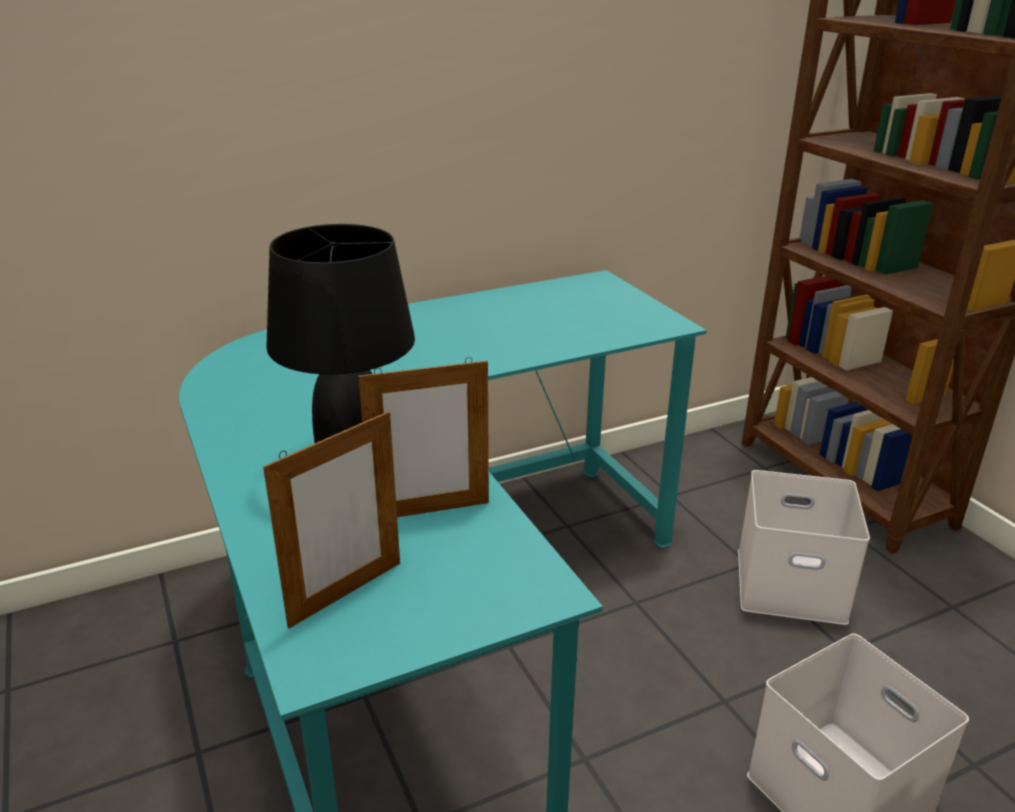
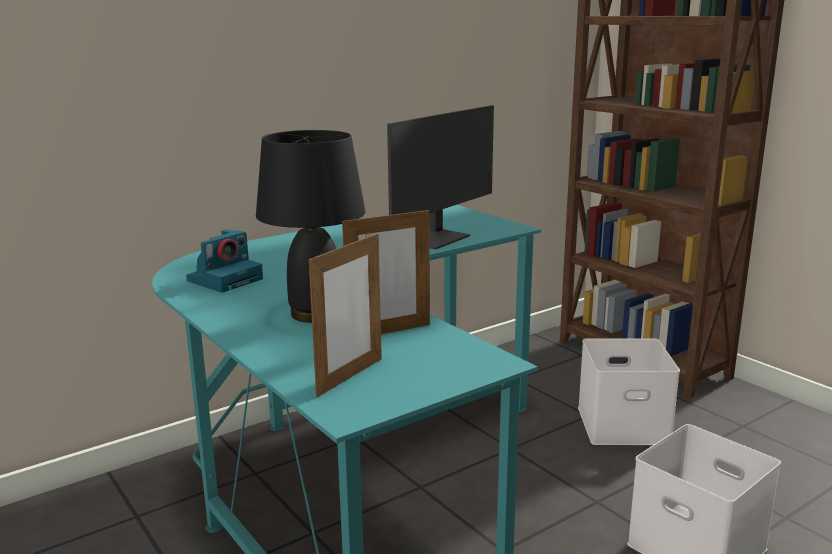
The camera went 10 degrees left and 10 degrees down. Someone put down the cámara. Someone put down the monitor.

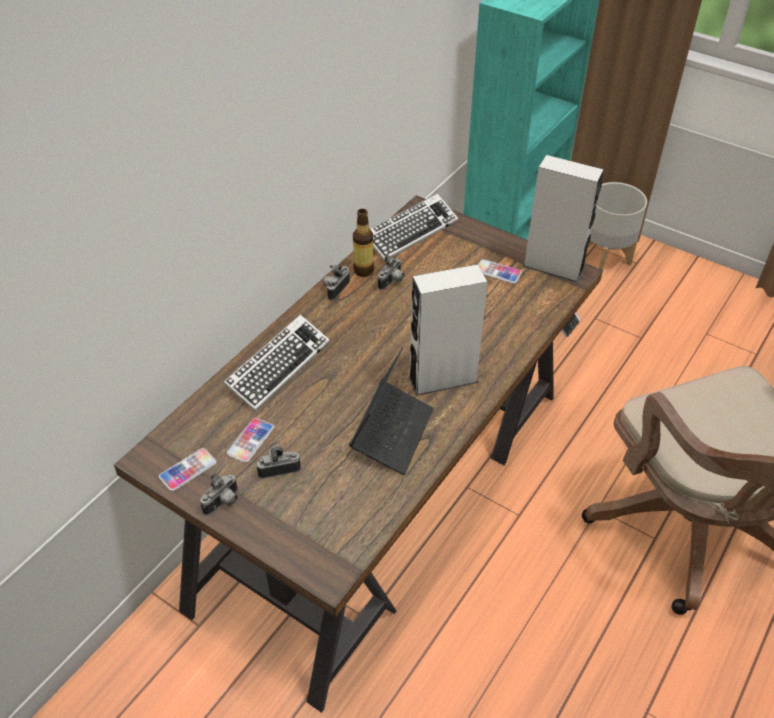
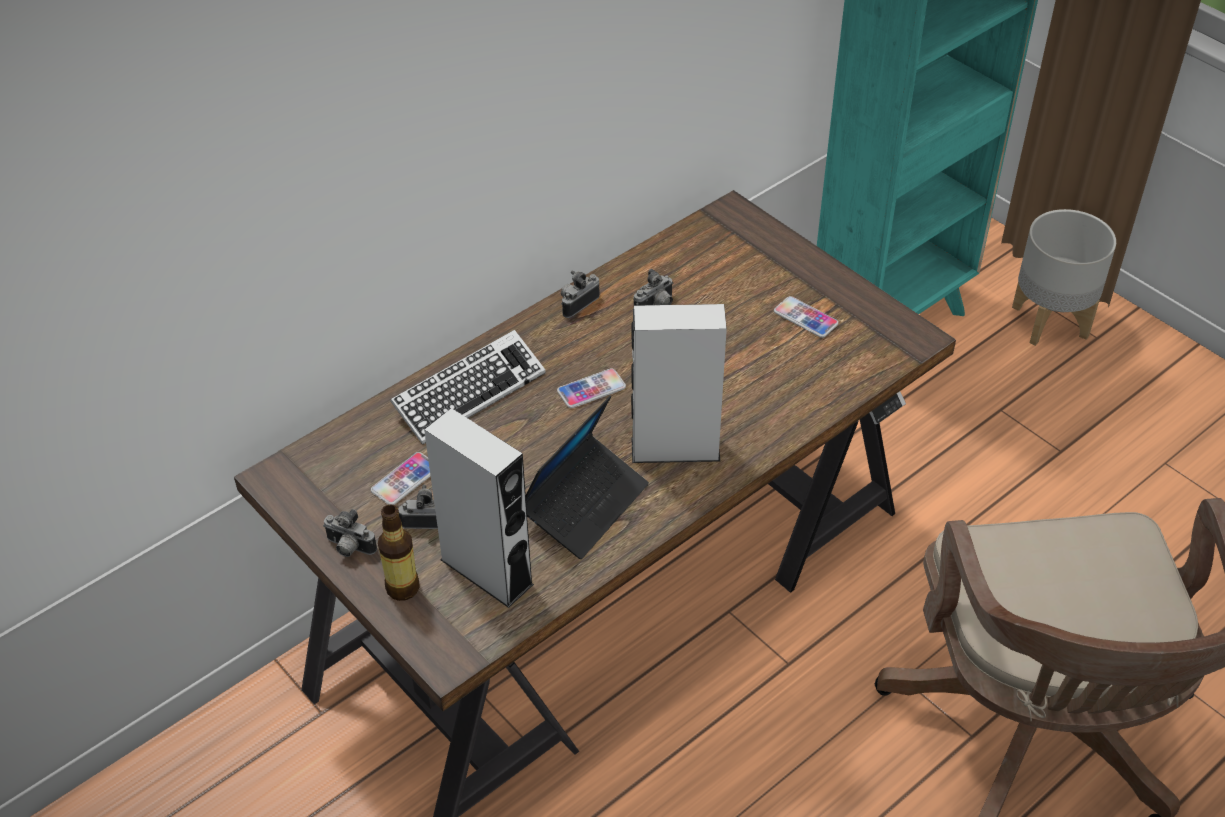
The camera went 15 degrees right and 0 degrees up. Someone carried the móvil (1st from left in the first image). Someone rotated the cámara (1st from left) by 60 degrees clockwise. Someone carried the botella. Someone took away the teclado (2nd from left). Someone carried the altavoz [gris] (2nd from left in the first image).

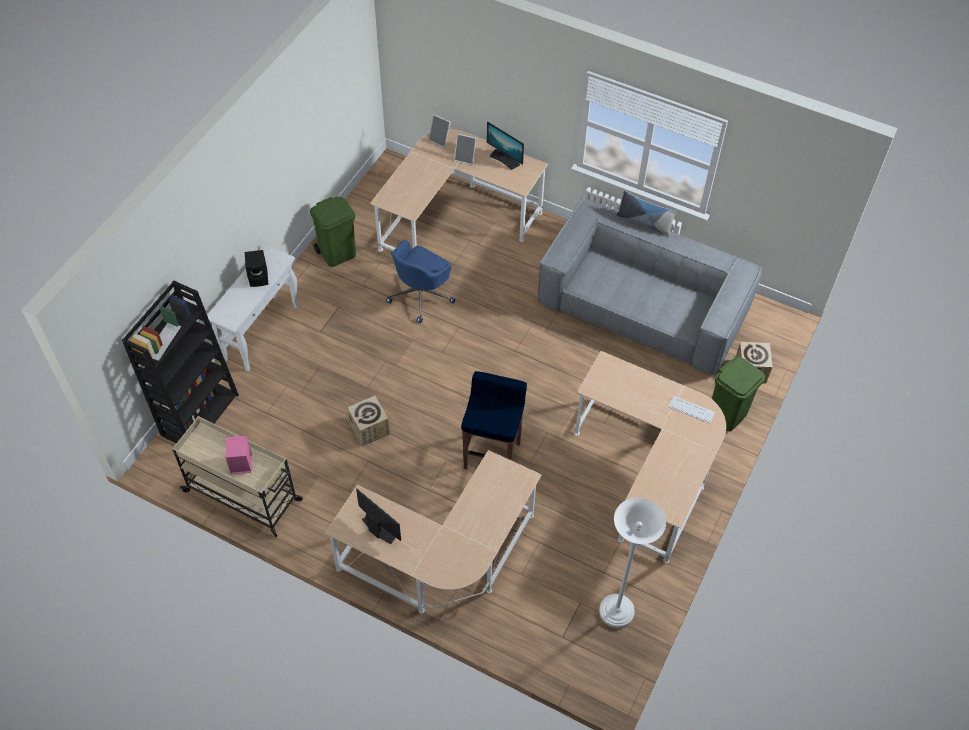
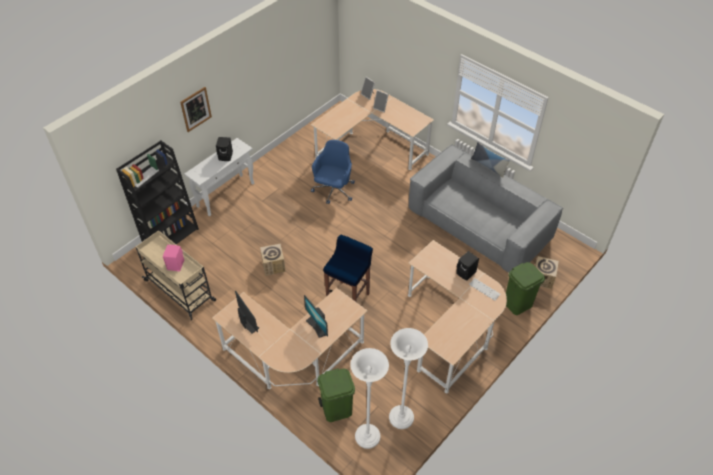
The camera went 15 degrees right and 5 degrees down. Someone carried the papelera [verde] (1st from left). Someone rotated the silla de oficina [azul] by 150 degrees clockwise. Someone carried the monitor (2nd from left). Someone put up the cuadro. Someone put down the lámpara de pie [blanco] (1st from left). Someone put down the altavoz [negro] (2nd from left).

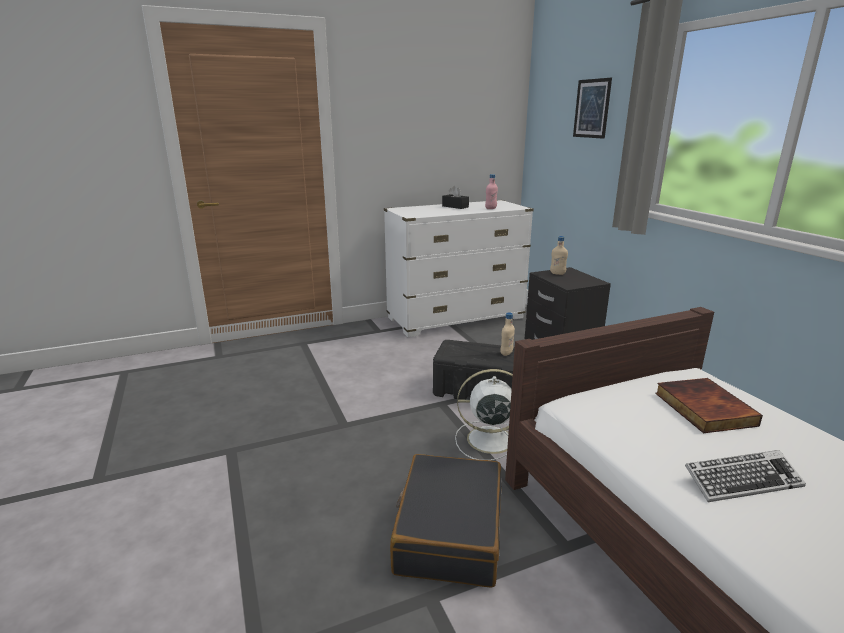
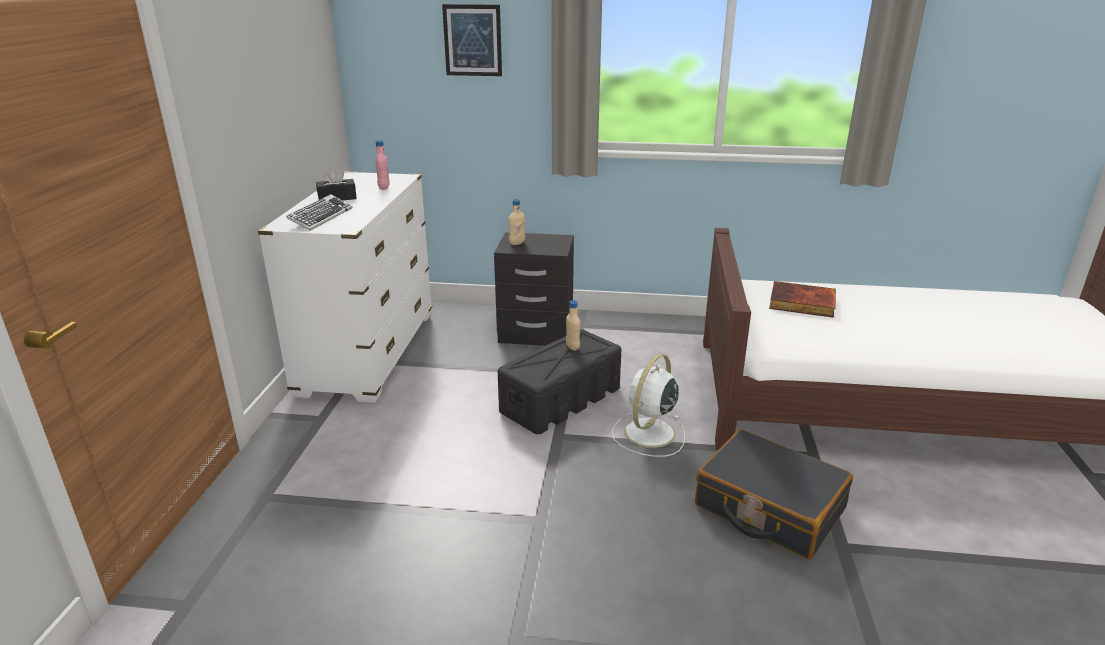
The camera went 60 degrees left and 5 degrees up. Someone carried the teclado.

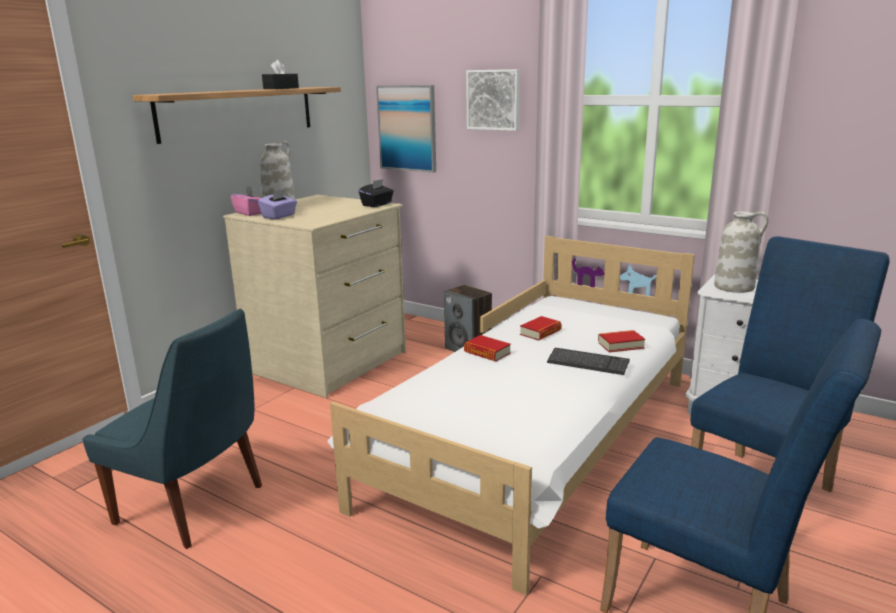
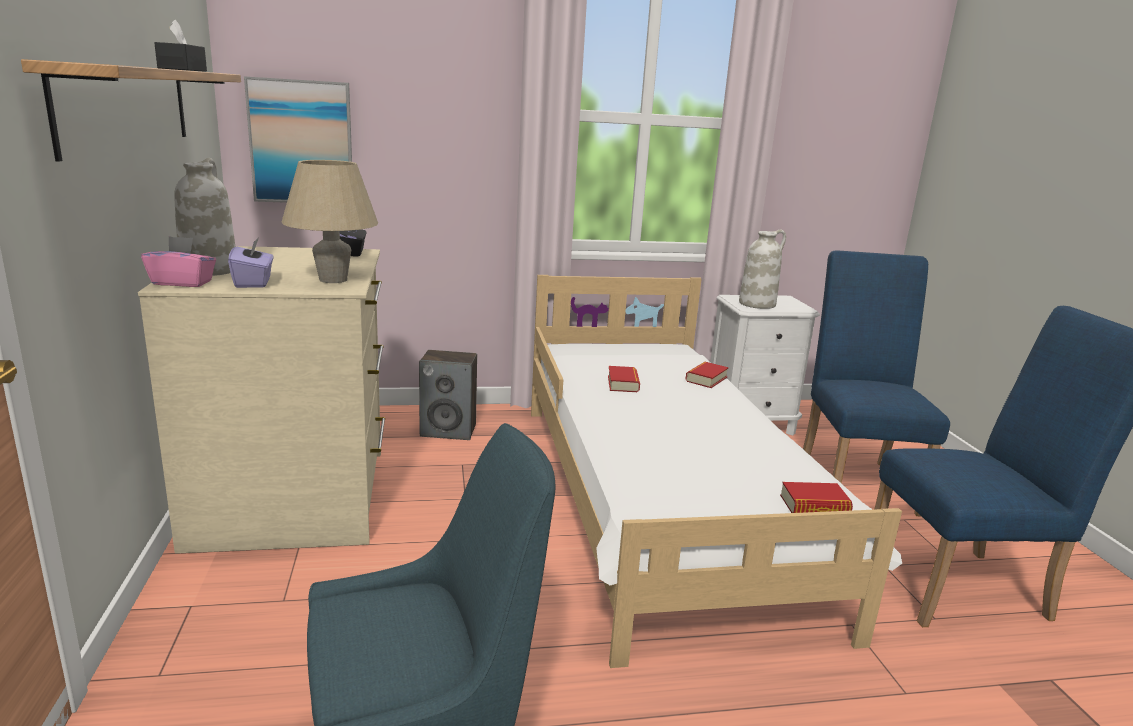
The camera went 45 degrees left and 0 degrees up. Someone carried the libro (1st from left in the first image). Someone took away the cuadro (2nd from left). Someone took away the teclado. Someone put down the lámpara de mesa [beis].

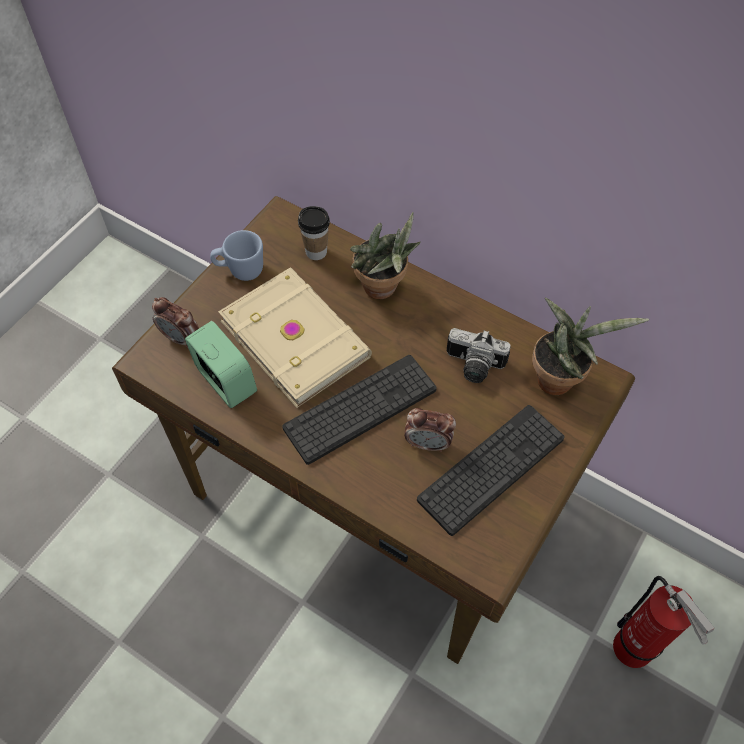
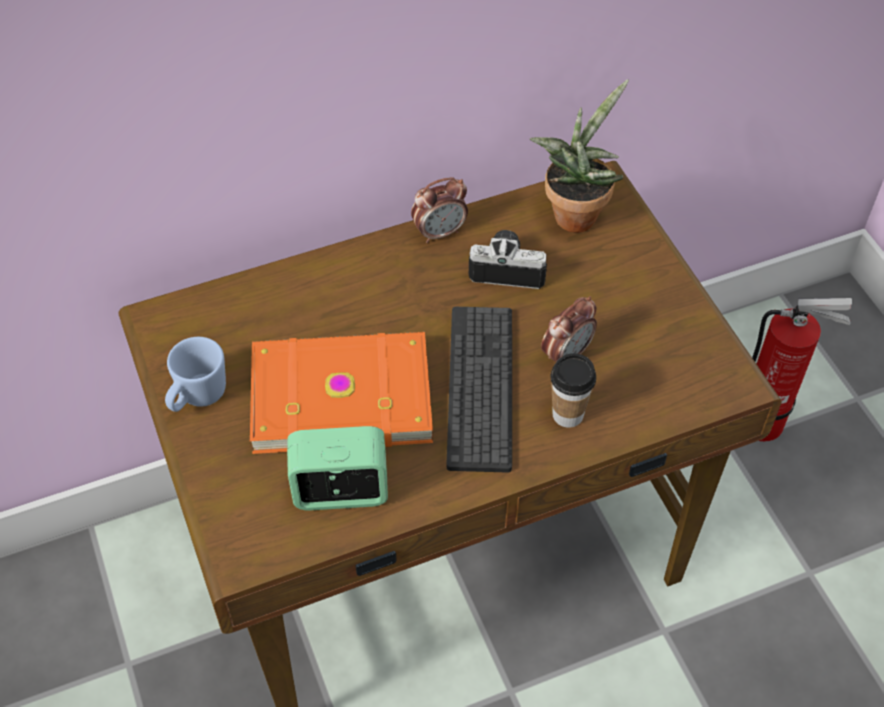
The camera went 55 degrees left and 5 degrees down. Someone carried the despertador (1st from left in the first image). Someone repainted the libro [beis], which became the libro [naranja]. Someone carried the taza. Someone took away the planta en maceta (1st from left). Someone took away the teclado (2nd from left). Someone rotated the cámara by 135 degrees counterclockwise.

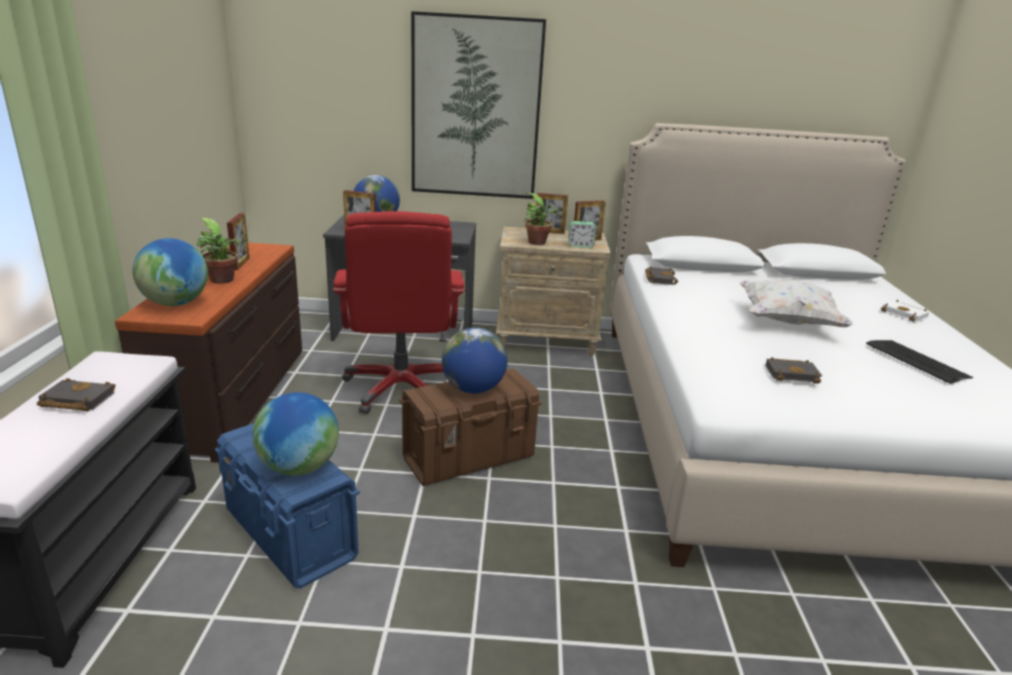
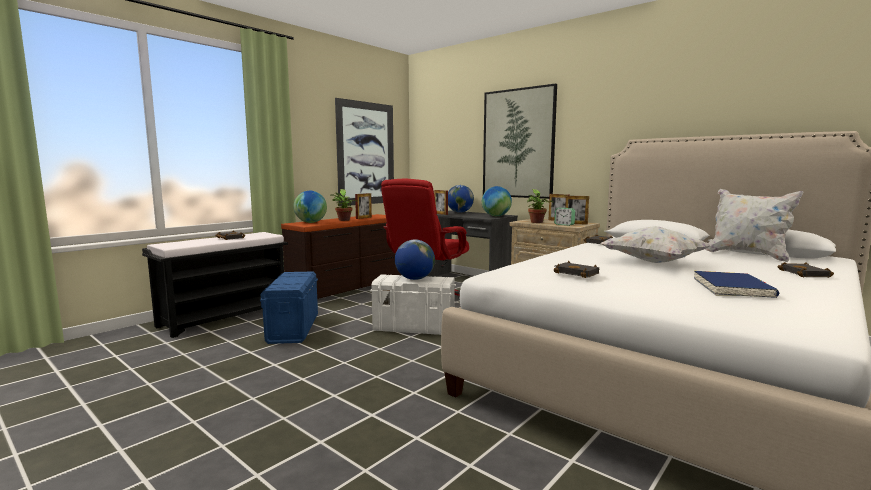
The camera went 40 degrees right and 15 degrees down. Someone carried the globo terráqueo (2nd from left in the first image). Someone repainted the caja de almacenaje [marrón], which became the caja de almacenaje [blanco]. Someone swapped the teclado for the libro [azul]. Someone repainted the libro [blanco], which became the libro [negro] (4th from left). Someone put up the cuadro (1st from left). Someone put down the cojín [blanco] (2nd from left).

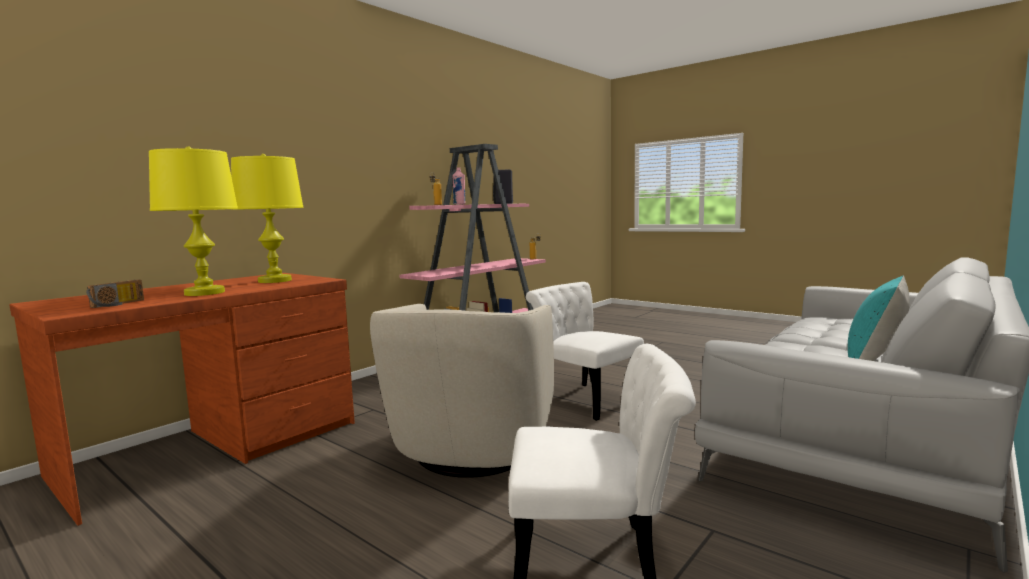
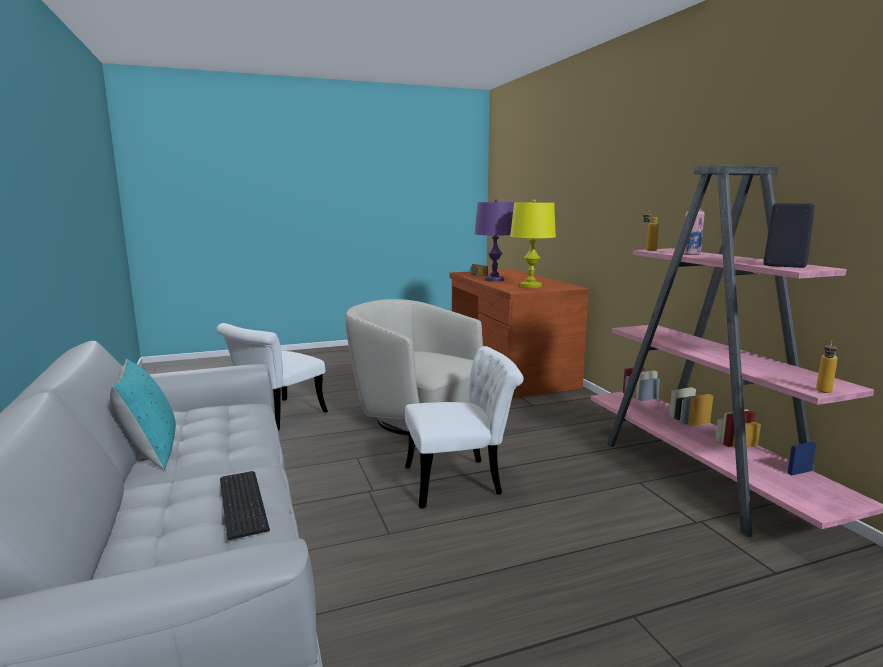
The camera went 120 degrees right and 5 degrees up. Someone repainted the lámpara de mesa [amarillo] (1st from left), which became the lámpara de mesa [morado]. Someone put down the teclado.

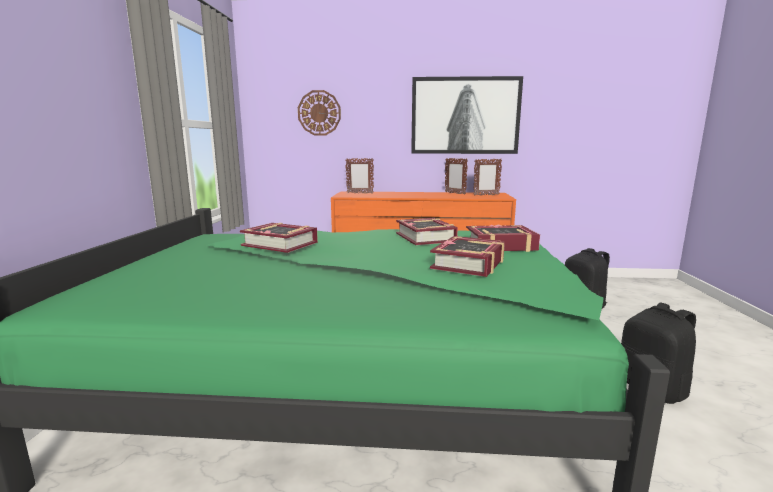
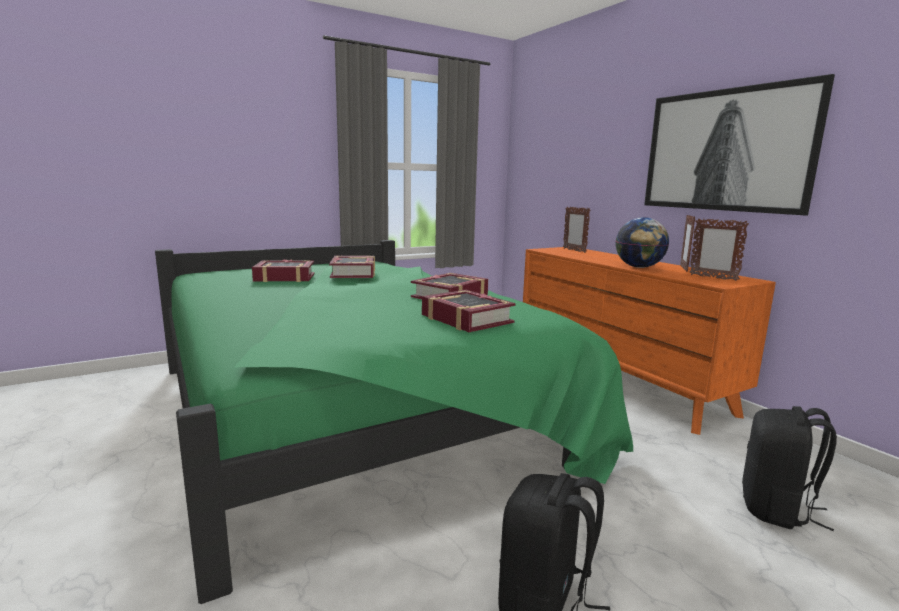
The camera went 55 degrees right and 0 degrees up. Someone took away the reloj de pared. Someone carried the libro (3rd from left in the first image). Someone put down the globo terráqueo.

